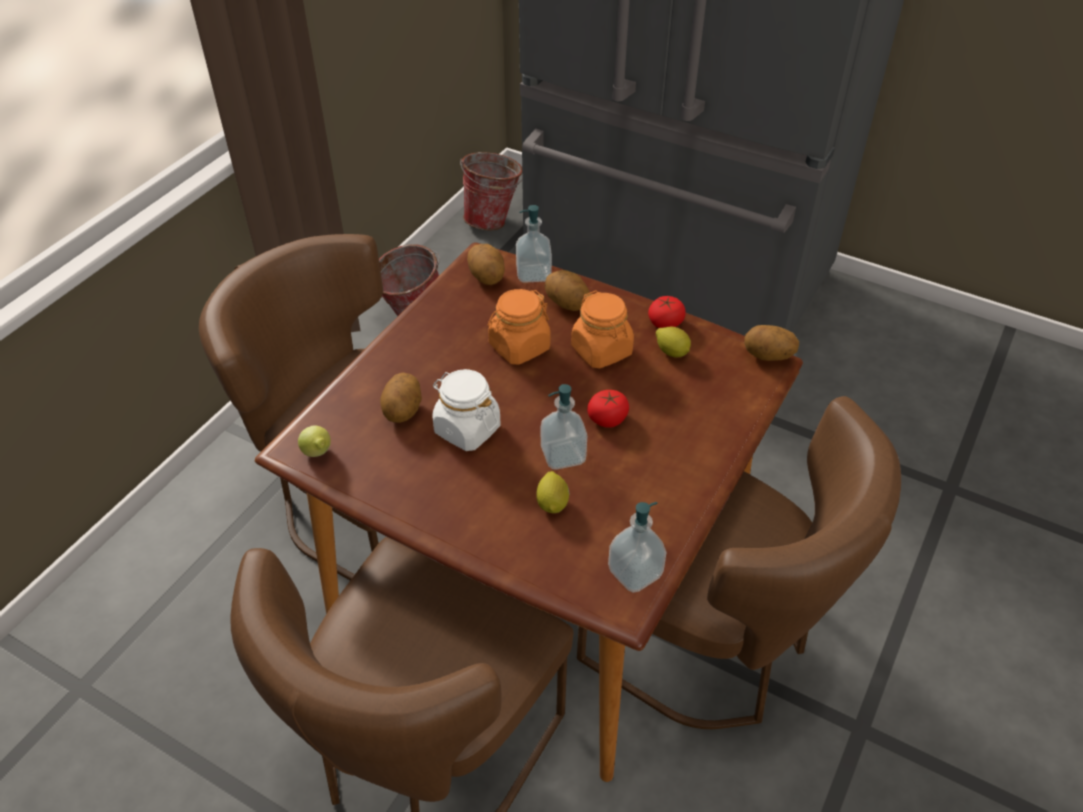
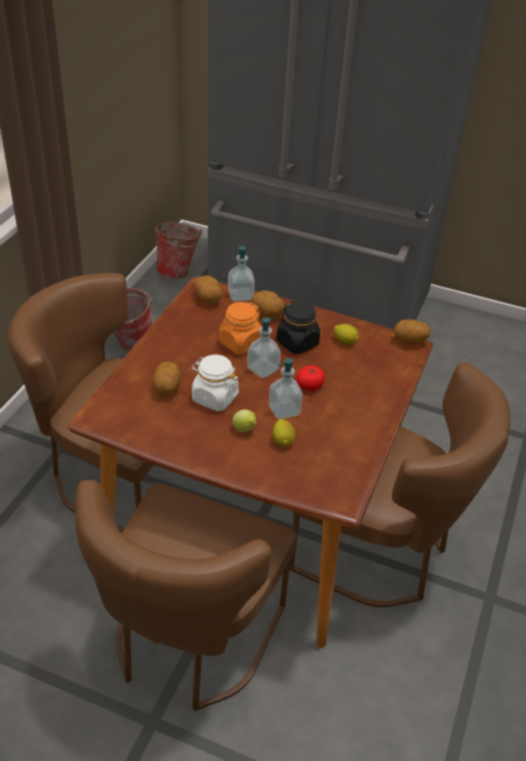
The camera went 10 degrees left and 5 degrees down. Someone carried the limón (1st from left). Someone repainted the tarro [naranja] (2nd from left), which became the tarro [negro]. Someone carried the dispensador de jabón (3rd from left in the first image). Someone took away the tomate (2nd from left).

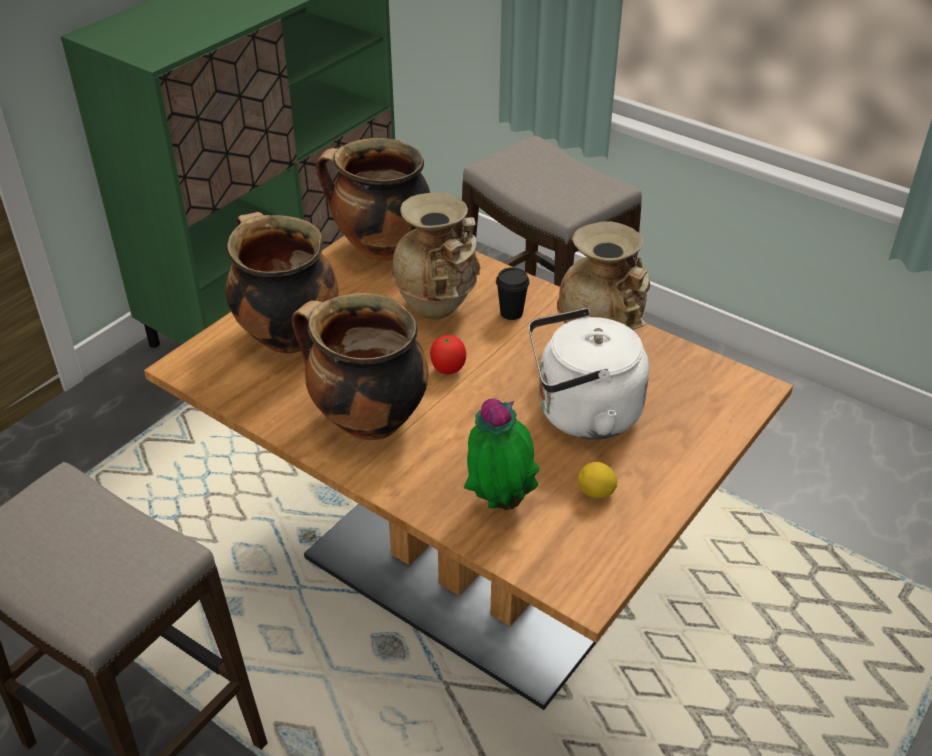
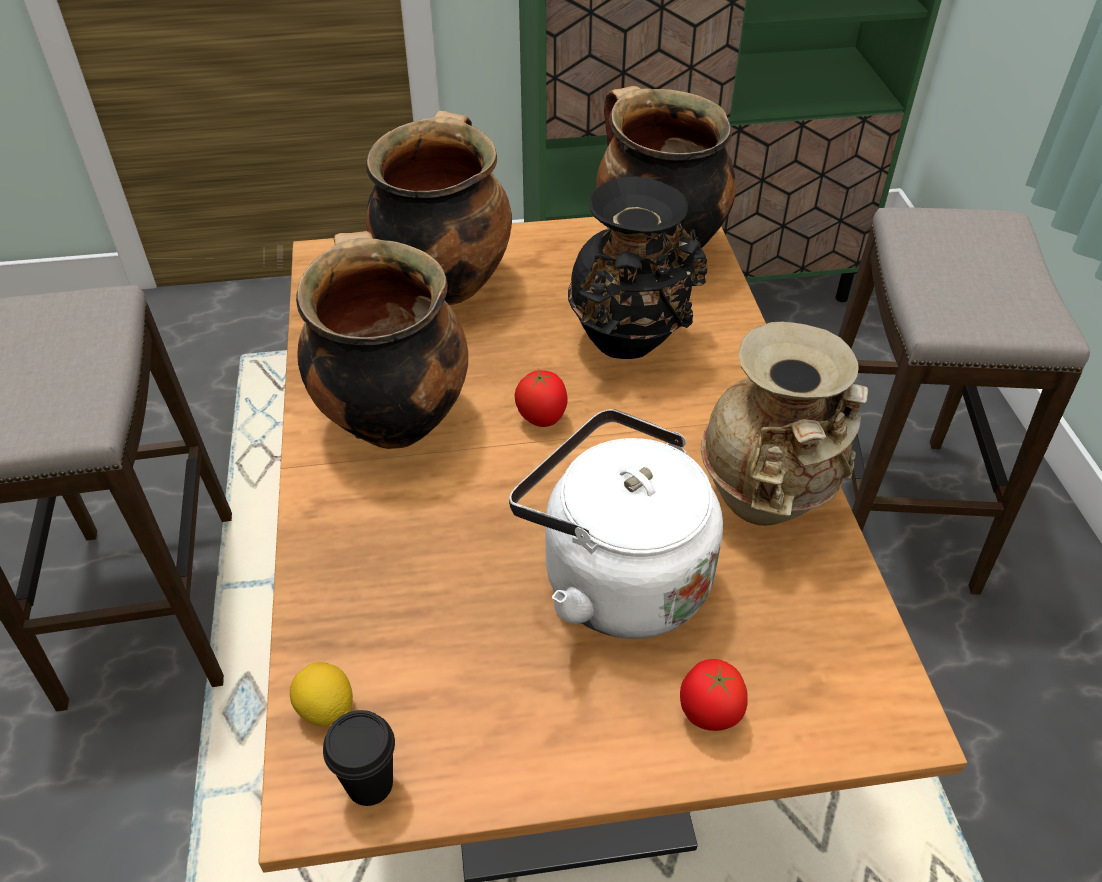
The camera went 45 degrees right and 5 degrees up. Someone repainted the florero [beis] (1st from left), which became the florero [negro]. Someone took away the planta en maceta. Someone carried the taza [negro]. Someone carried the limón. Someone put down the tomate (2nd from left).

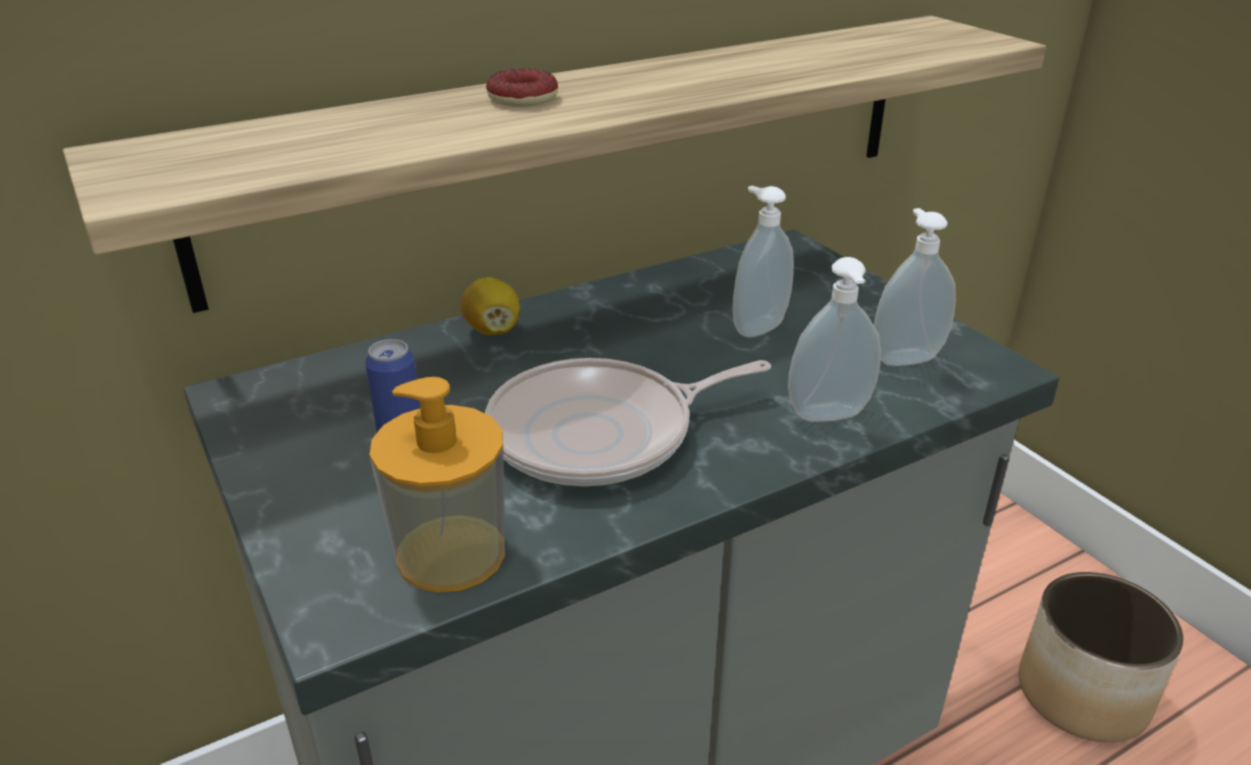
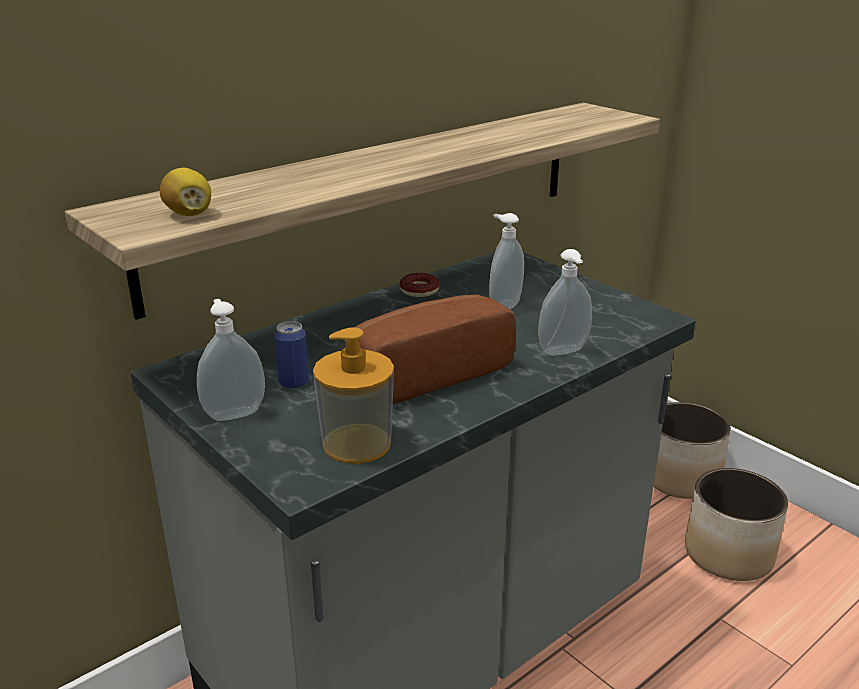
The camera went 10 degrees left and 5 degrees down. Someone carried the limón. Someone swapped the sartén for the pan. Someone carried the rosquilla. Someone carried the dispensador de jabón (4th from left in the first image). Someone put down the maceta (1st from left).

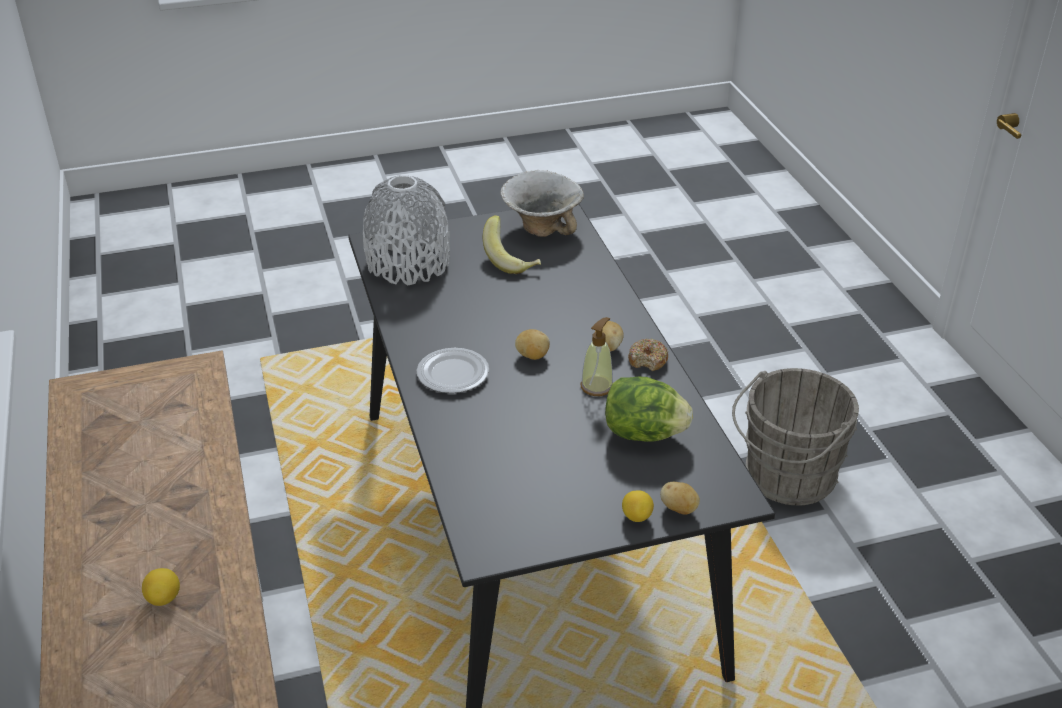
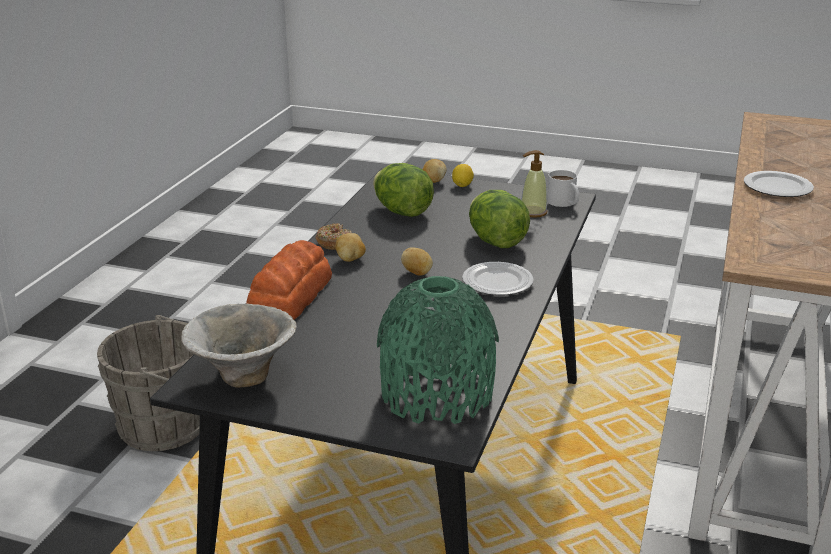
The camera went 145 degrees left and 10 degrees down. Someone took away the limón (1st from left). Someone repainted the florero [gris], which became the florero [verde]. Someone took away the plátano. Someone carried the dispensador de jabón. Someone put down the pan. Someone put down the lechuga (2nd from left). Someone put down the taza grande [blanco]. Someone put down the plato (2nd from left).

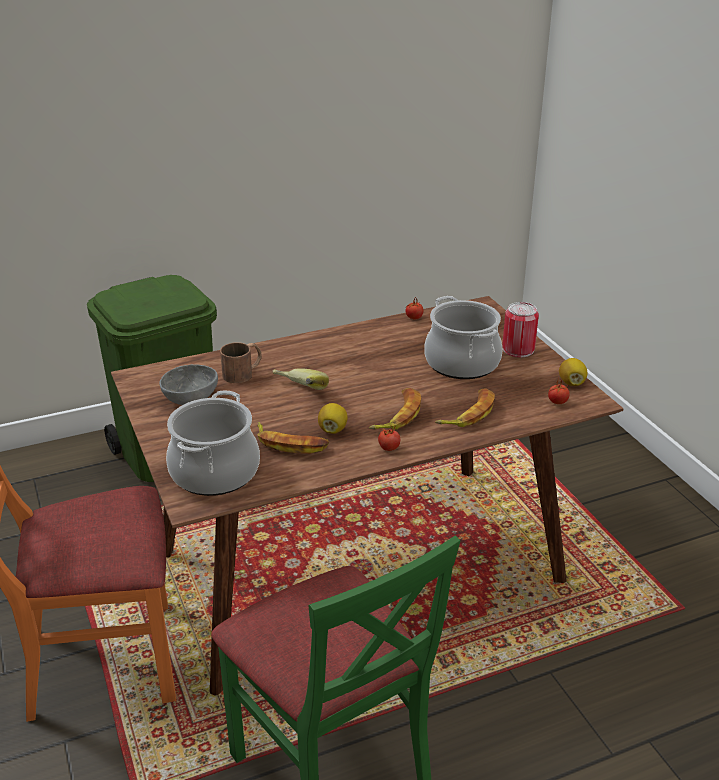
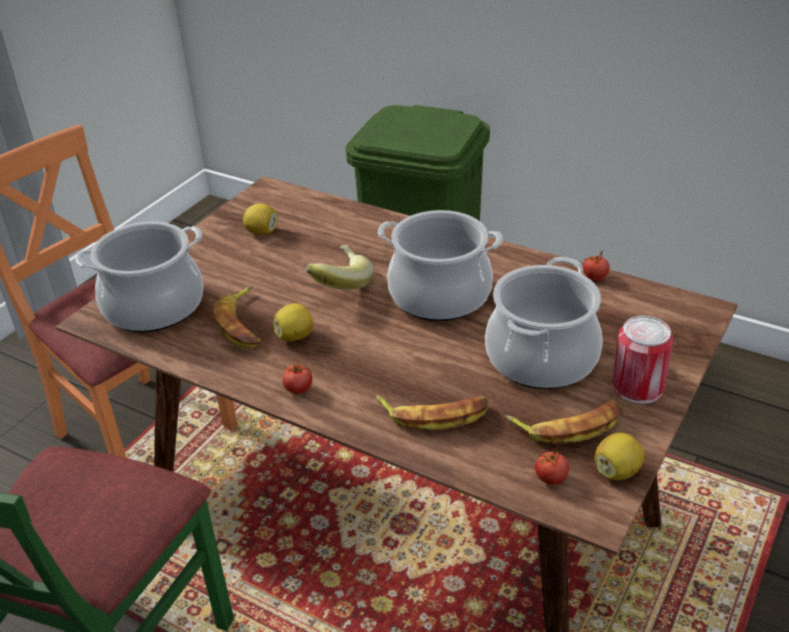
The camera went 55 degrees right and 5 degrees up. Someone swapped the cuenco [gris] for the limón (1st from left). Someone took away the taza grande [marrón]. Someone carried the plátano (3rd from left in the first image). Someone put down the olla (2nd from left).

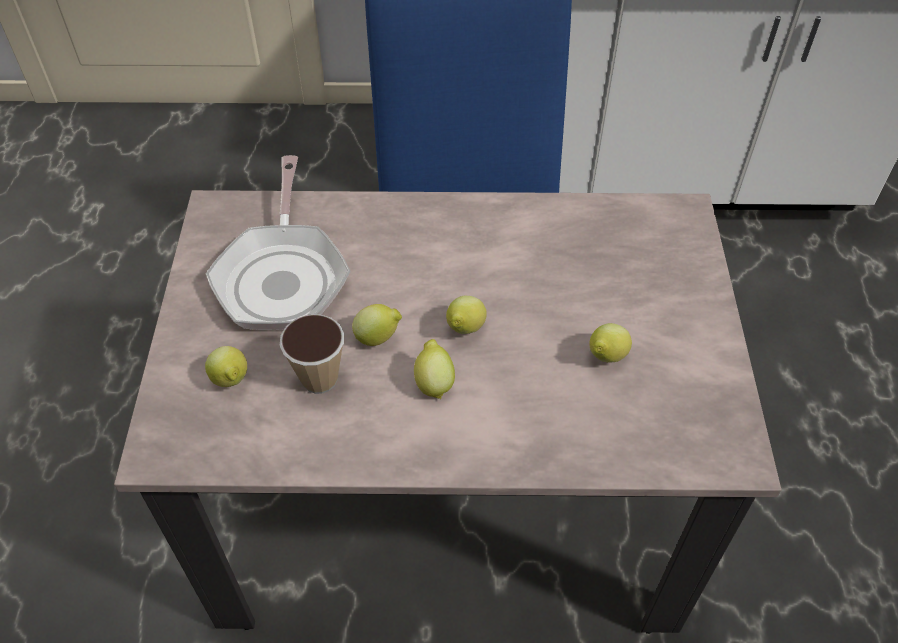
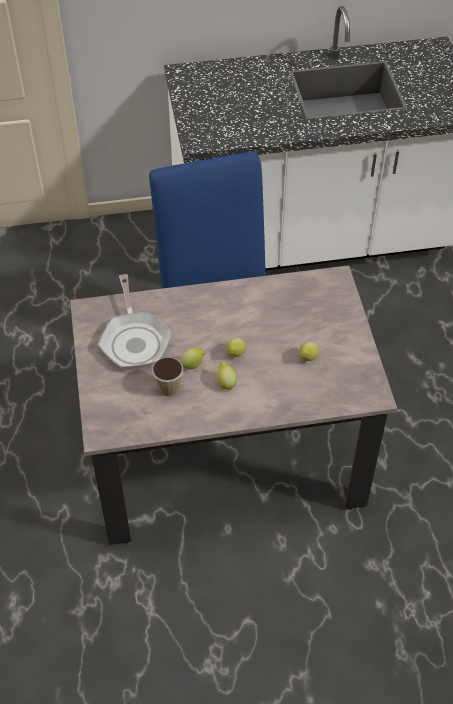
The camera went 10 degrees left and 0 degrees up. Someone took away the limón (1st from left).

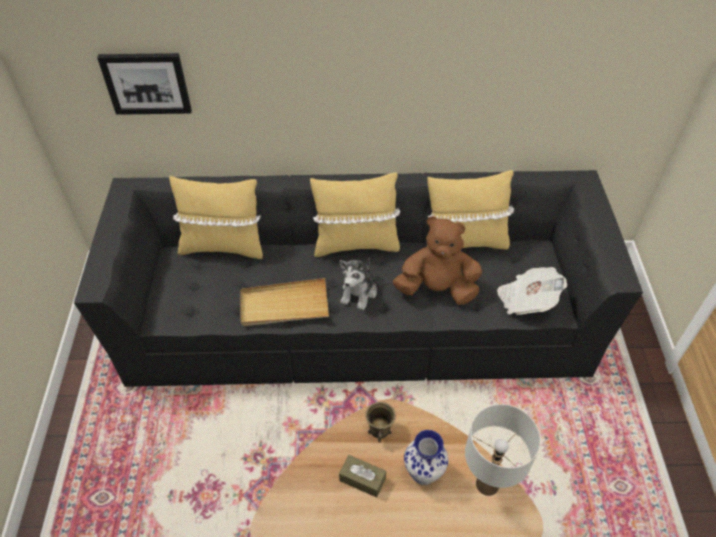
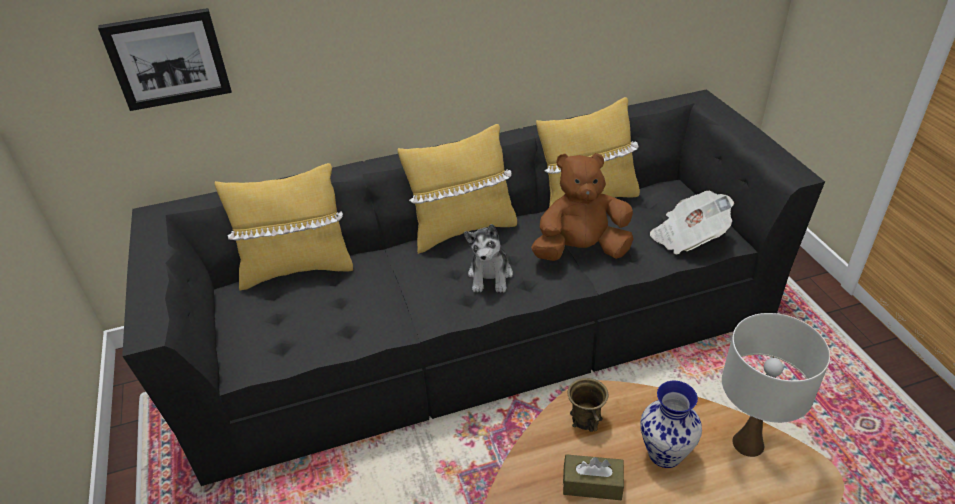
The camera went 15 degrees left and 10 degrees down. Someone took away the bandeja [beis].

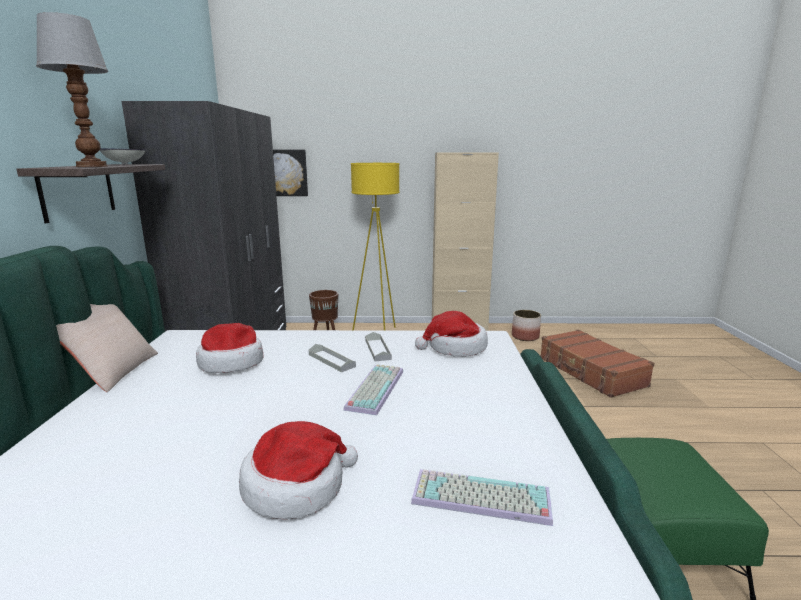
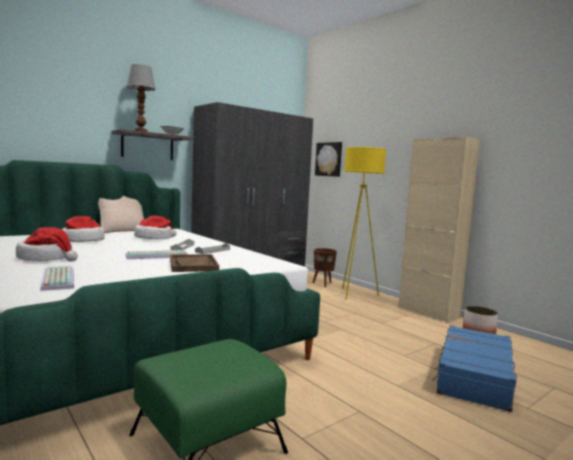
The camera went 50 degrees right and 10 degrees down. Someone carried the sombrero (3rd from left in the first image). Someone repainted the maleta [marrón], which became the maleta [azul]. Someone put down the bandeja [marrón].

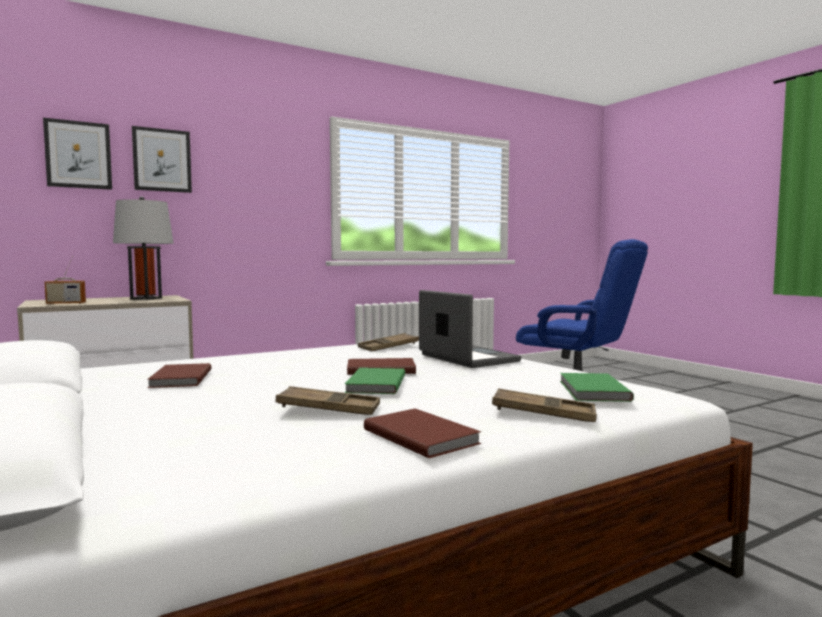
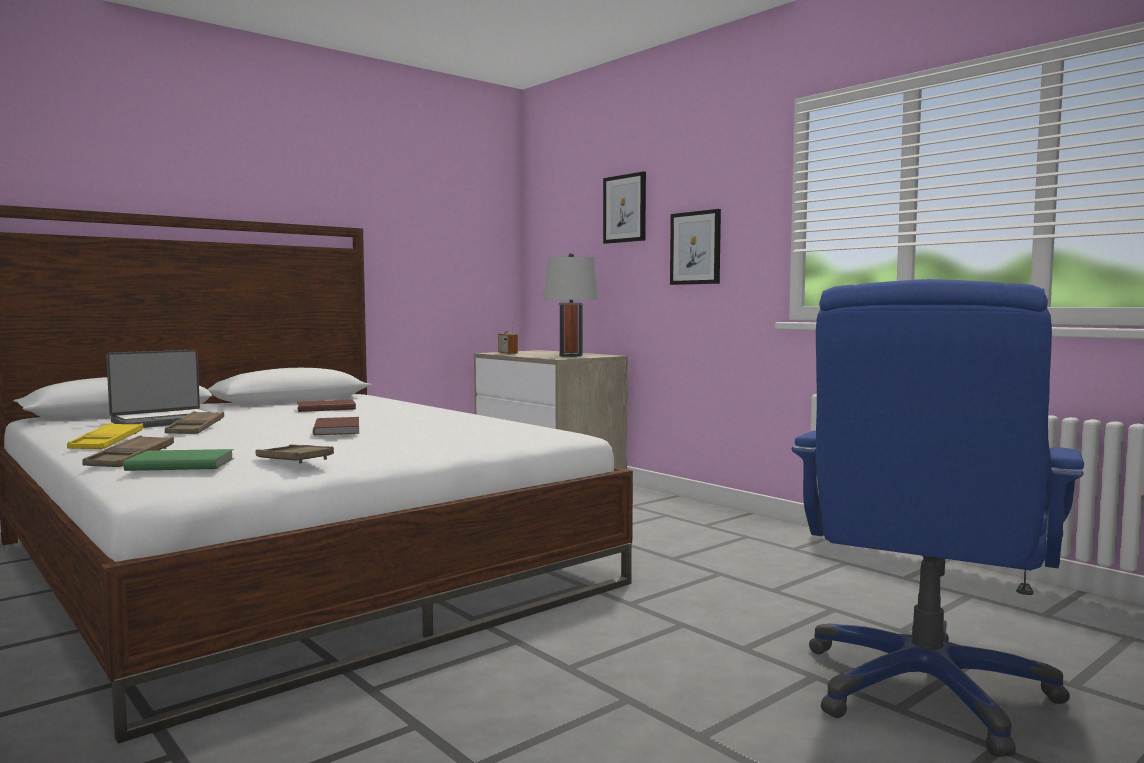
The camera went 80 degrees right and 0 degrees up. Someone carried the cuadro (1st from left in the first image). Someone took away the libro [verde] (1st from left). Someone carried the bandeja [marrón] (2nd from left in the first image). Someone swapped the libro [marrón] (3rd from left) for the bandeja [amarillo]. Someone carried the portátil.

